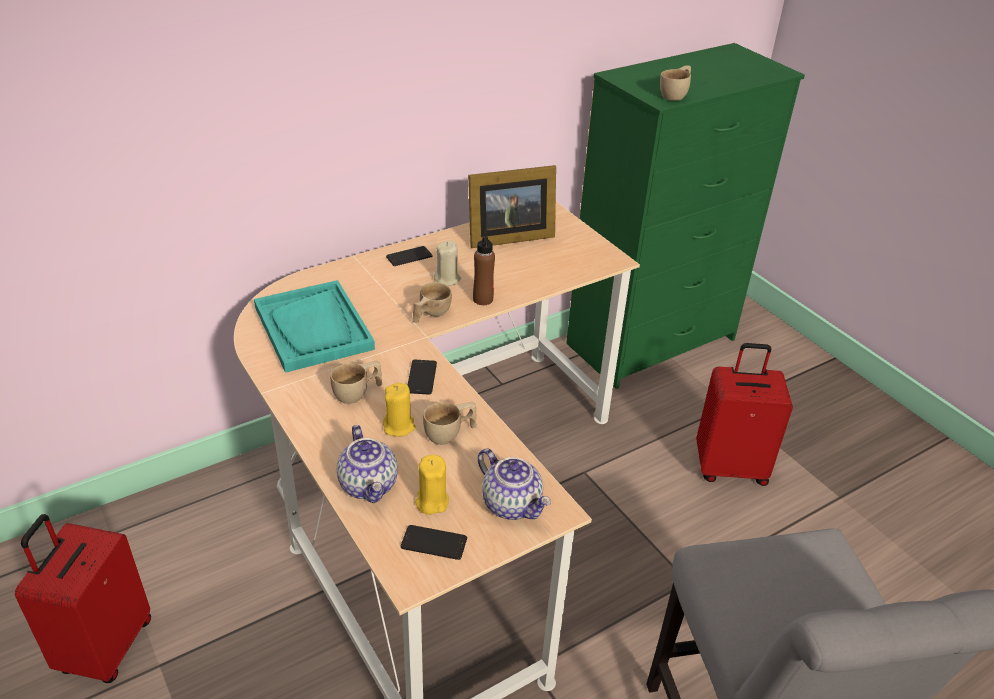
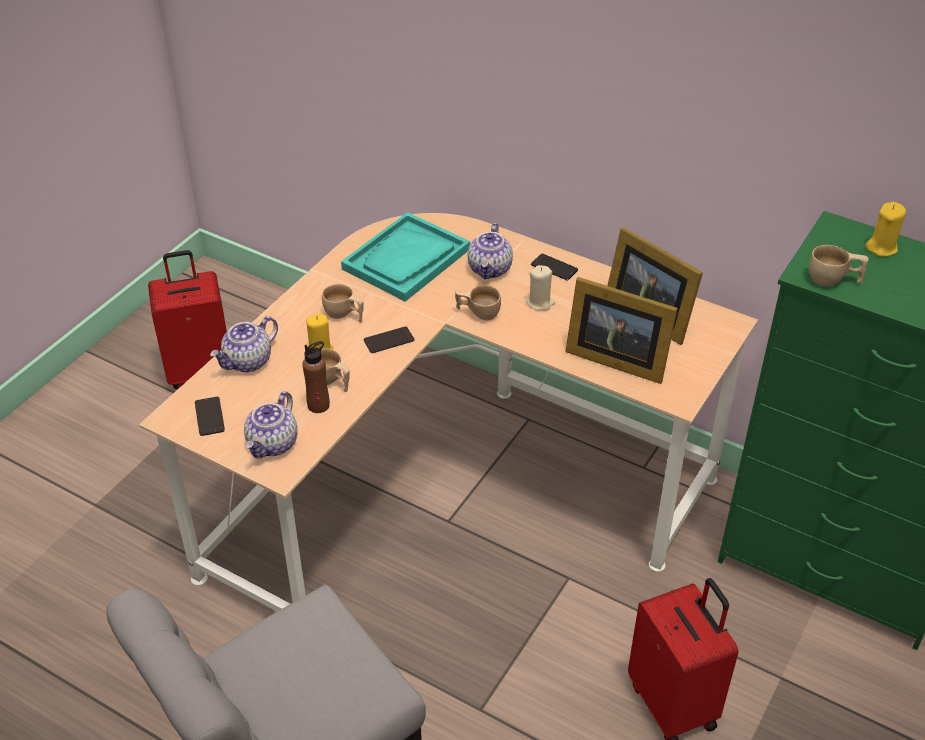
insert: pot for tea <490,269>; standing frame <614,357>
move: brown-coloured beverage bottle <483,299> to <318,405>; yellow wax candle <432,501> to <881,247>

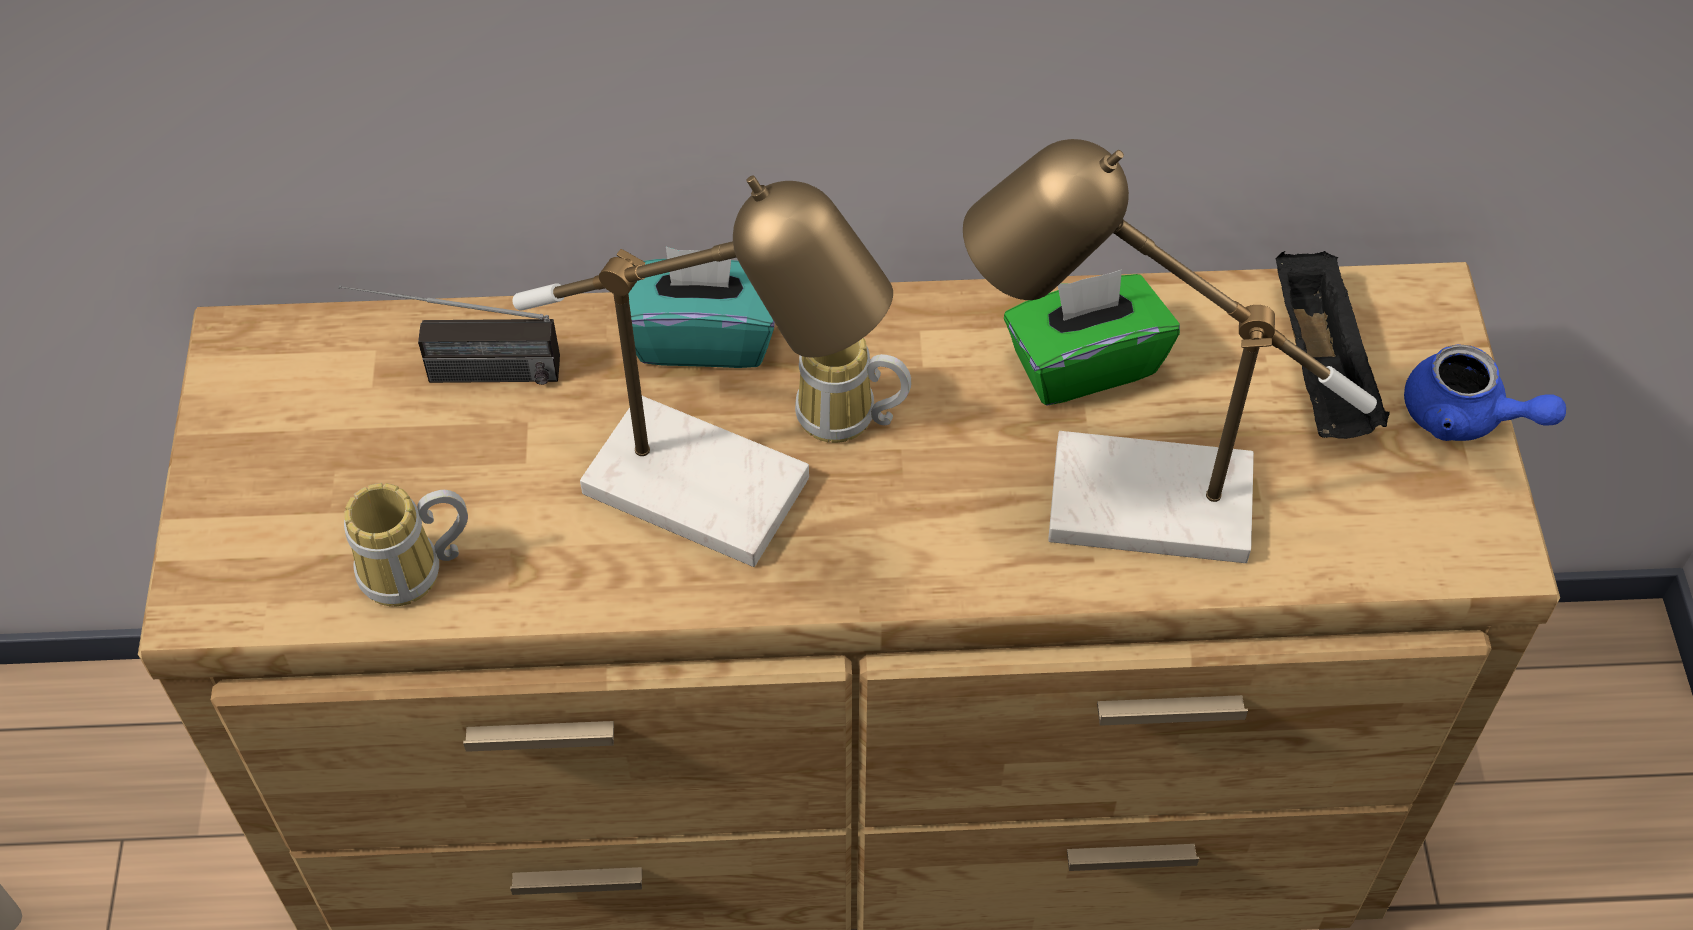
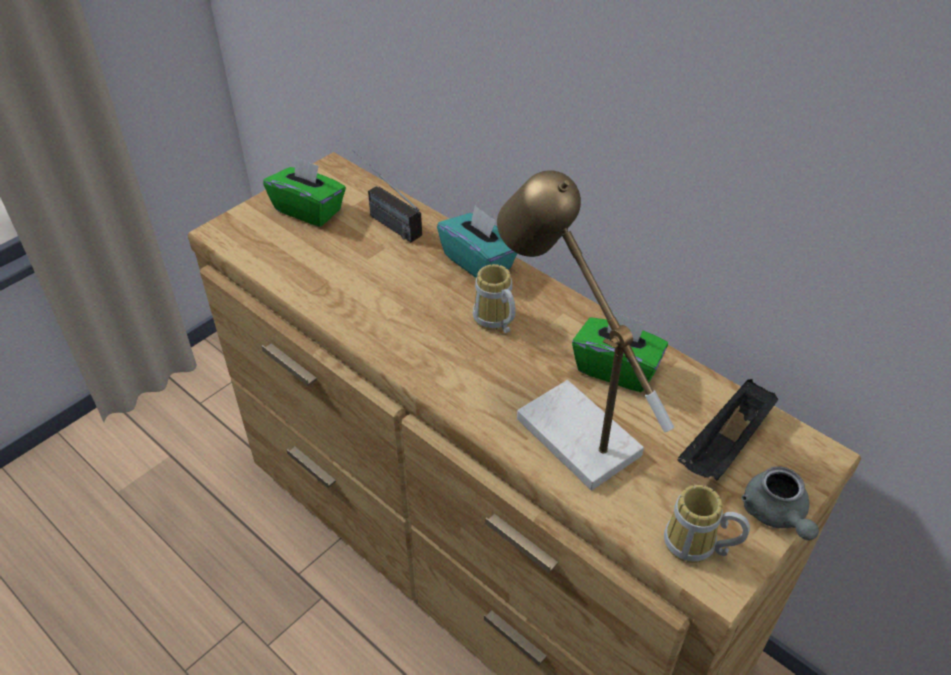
delete: lamp for a table <725,494>
insert: green-coloured tissue box <309,210>
move: coffee mug <413,574> to <695,548>
recolor: blue-coloured pot for tea <1465,417> to gray pot for tea <776,515>

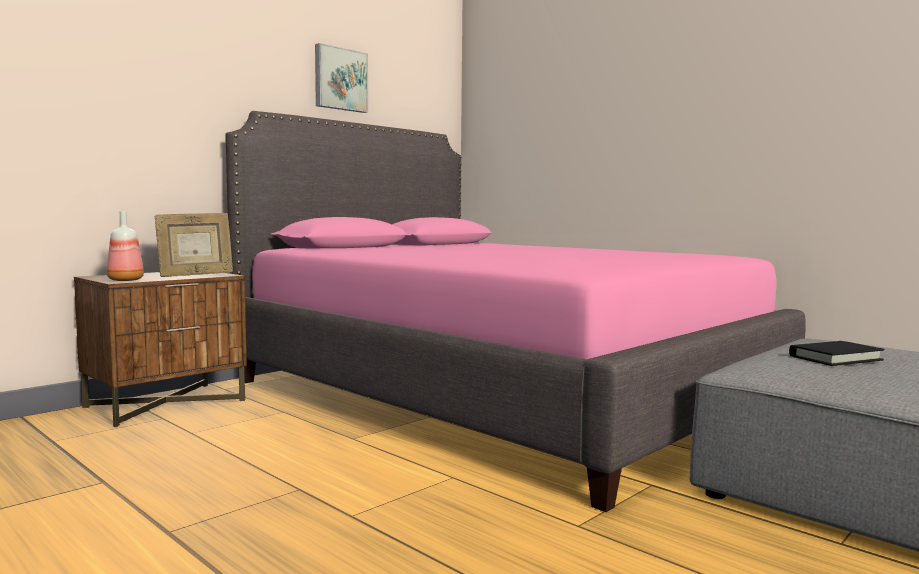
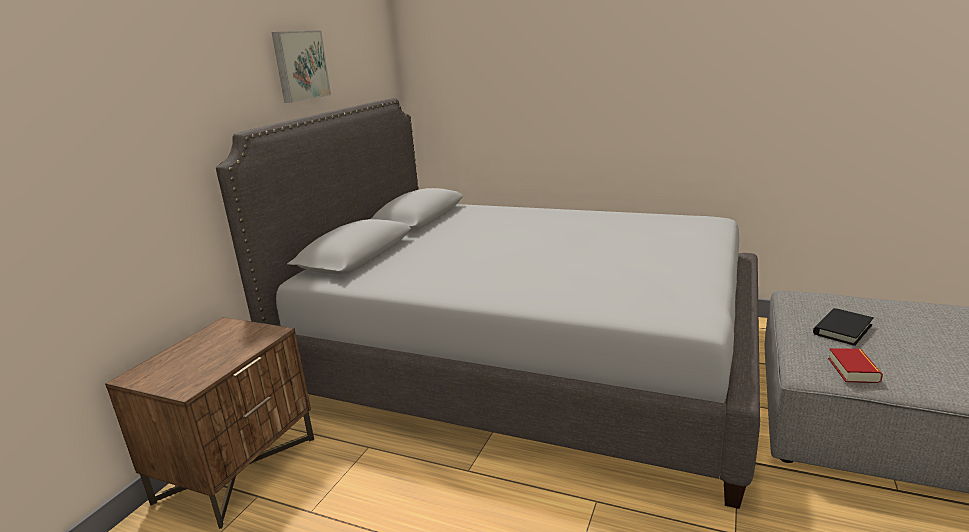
delete: beverage bottle <124,280>; standing frame <195,275>
insert: volume <853,370>
recolor: pinkish sleeping bed <497,393> to gray sleeping bed <527,362>

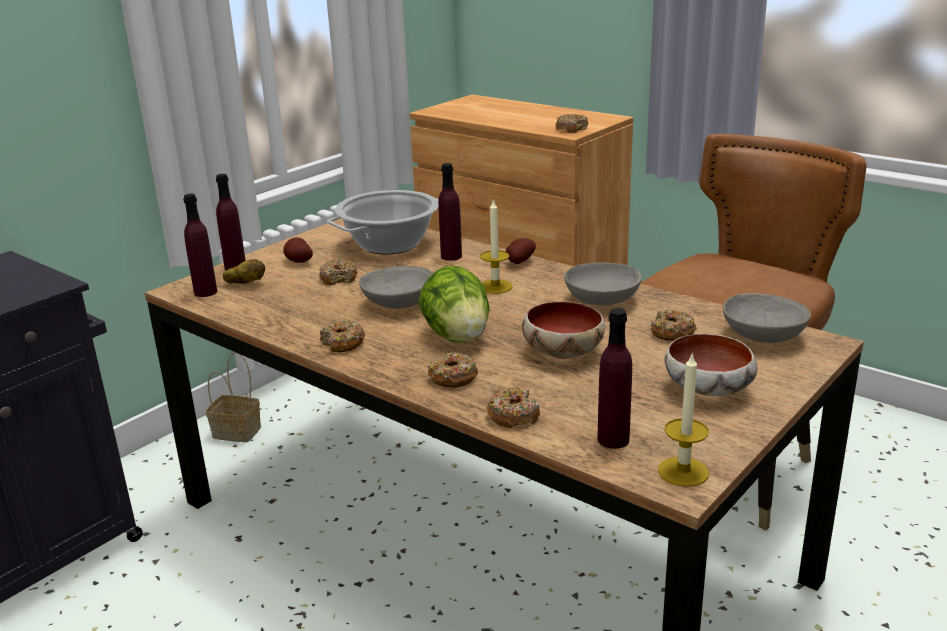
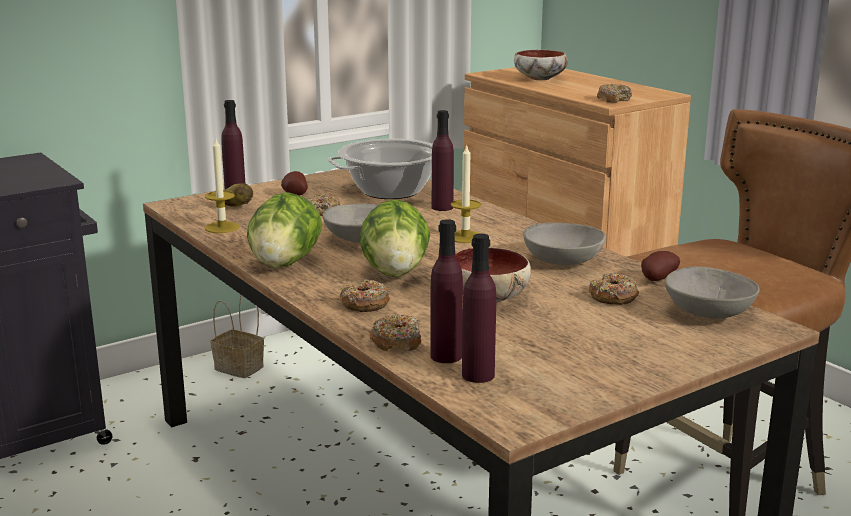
move: purple beverage bottle <205,292> to <446,356>; spud <519,262> to <656,280>; deep dish <709,390> to <540,79>; wax candle <683,471> to <222,227>
replace: donut <343,343> to head of lettuce <285,264>

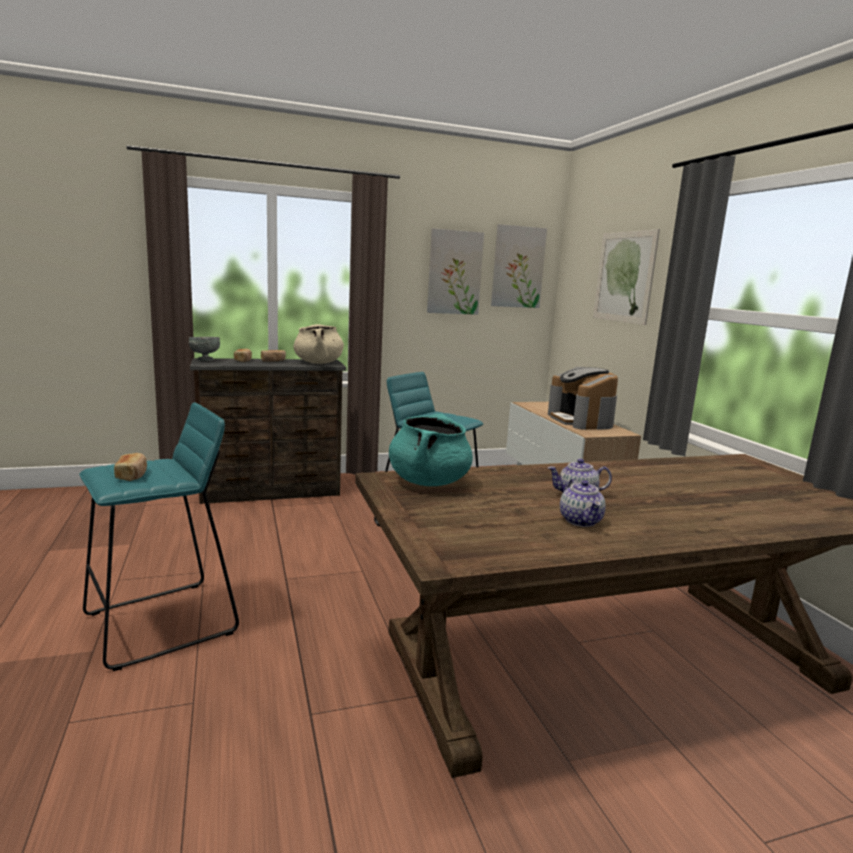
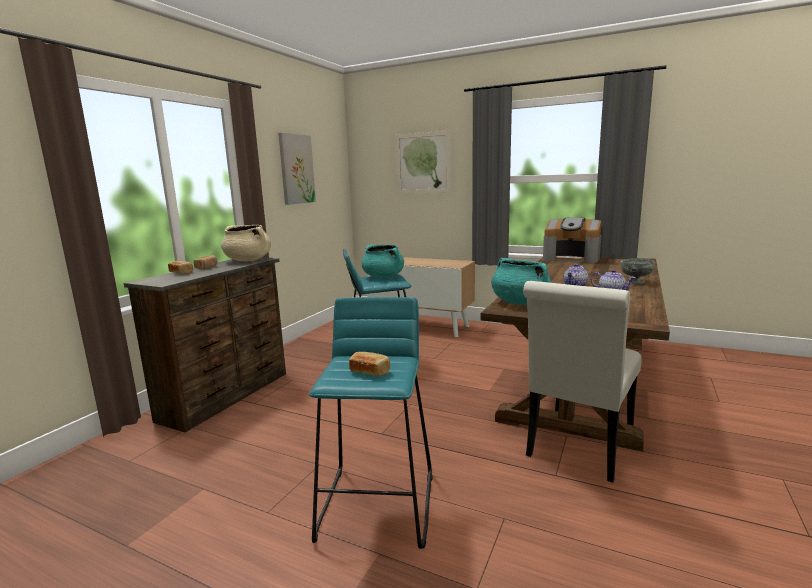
delete: wall picture <517,267>
insert: turquoise stockpot <383,277>; white chair <578,447>
move: gray deep dish <204,359> to <636,282>; coffee machine <581,420> to <571,258>

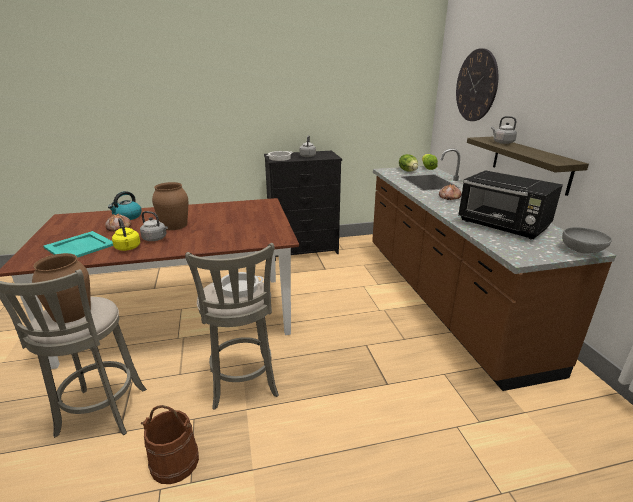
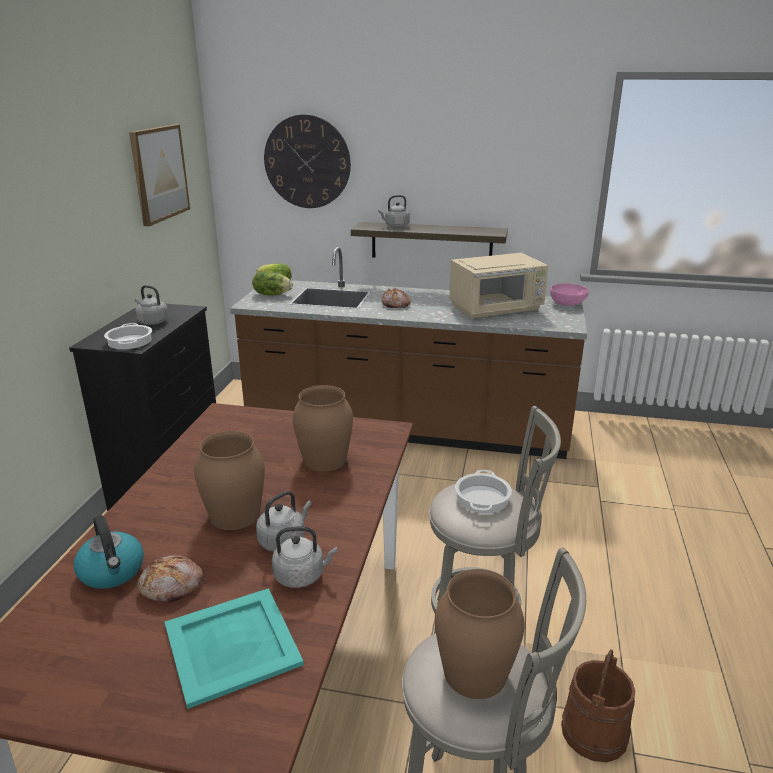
insert: wall picture <159,173>; brown-coloured decorative vase <324,459>
recolor: black-coloured microwave oven <503,226> to sand-coloured microwave oven <497,309>; yellow kettle <128,248> to gray kettle <302,576>; gray deep dish <582,250> to pinkish deep dish <567,303>

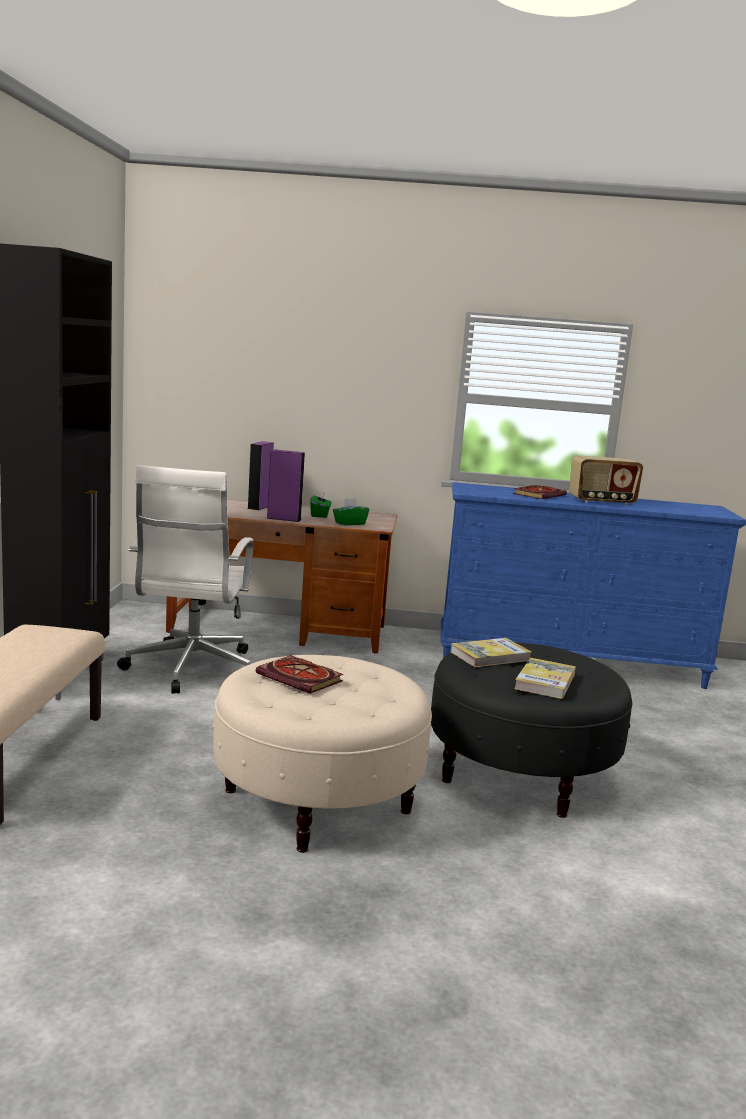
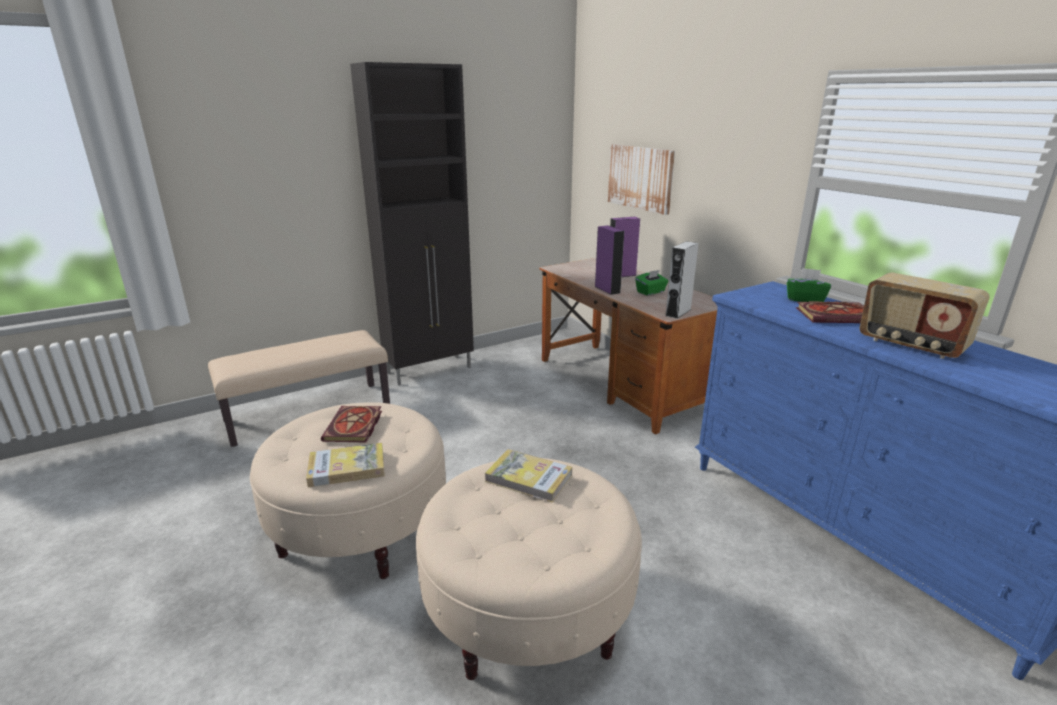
delete: white office chair <190,669>
insert: wall picture <640,178>; gray loudspeaker <678,312>
move: green-coloured tissue box <349,523> to <805,299>; volume <545,682> to <347,468>
recolor: black-coloured footrest <520,774> to sand-coloured footrest <528,610>

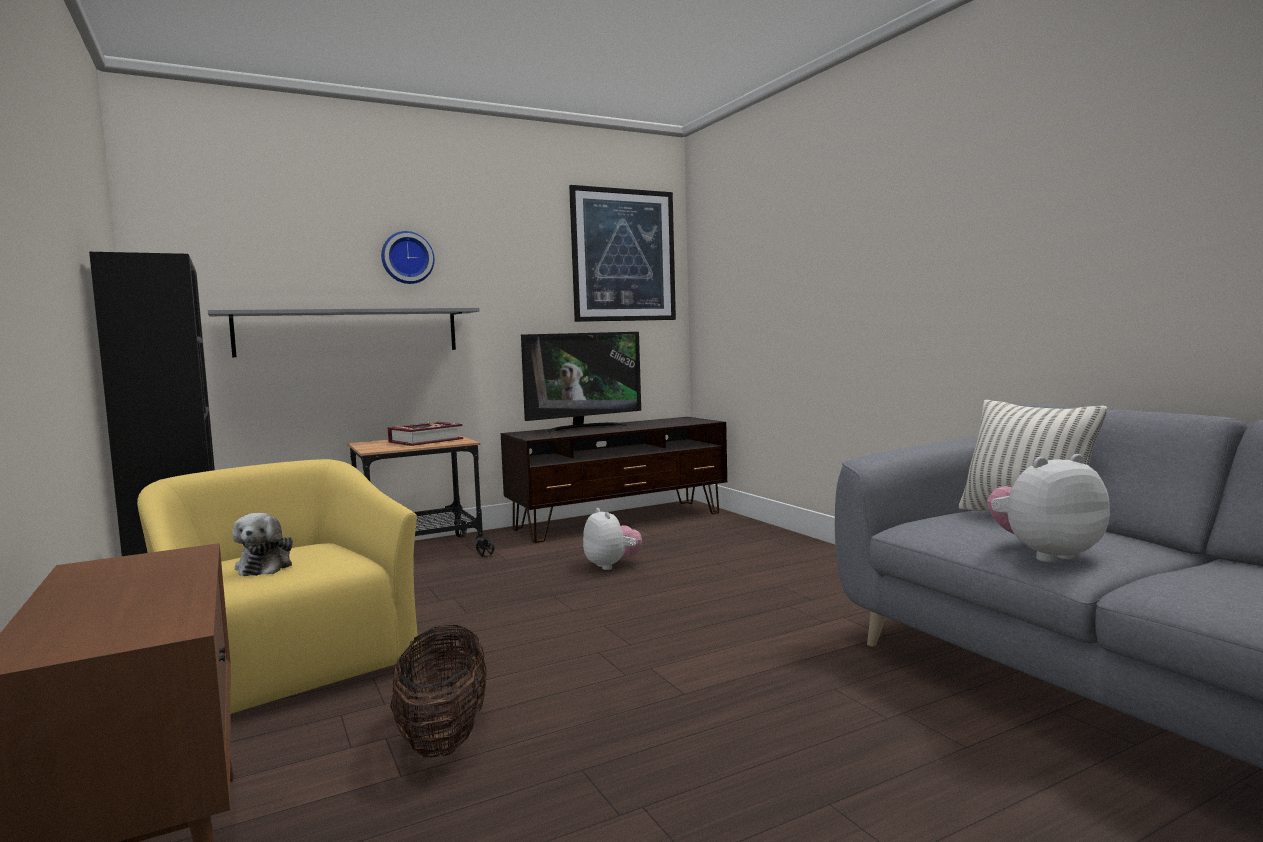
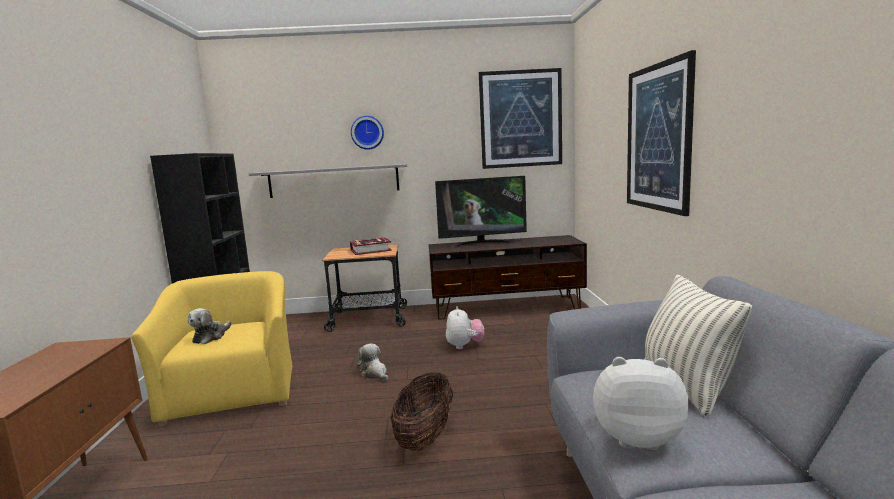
insert: wall picture <658,138>; cuddly toy <374,374>
move: storage basket <444,736> to <425,437>

